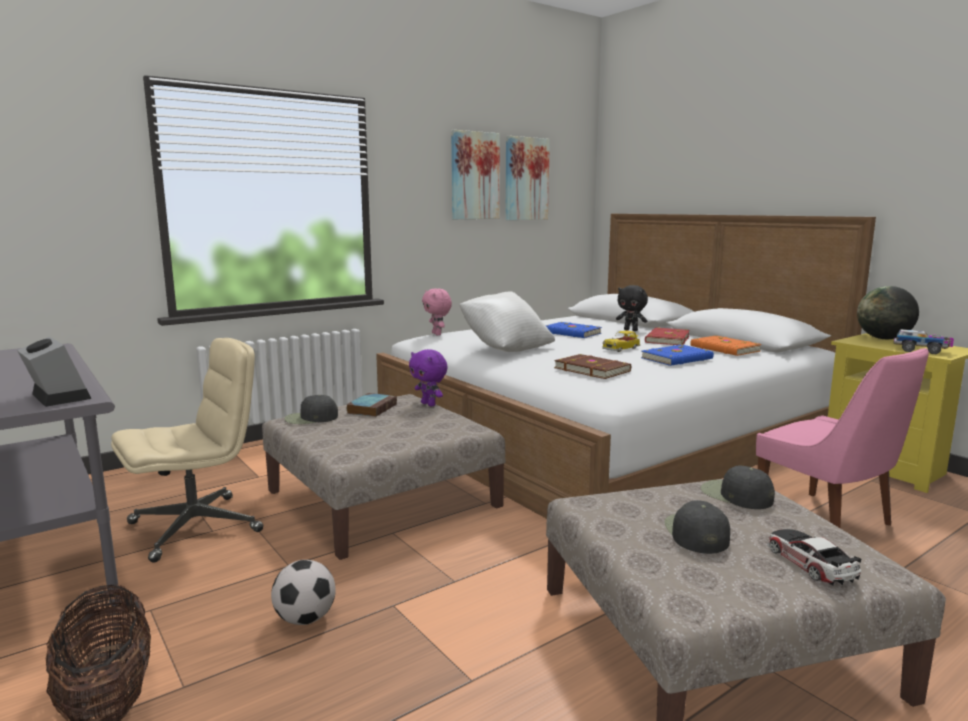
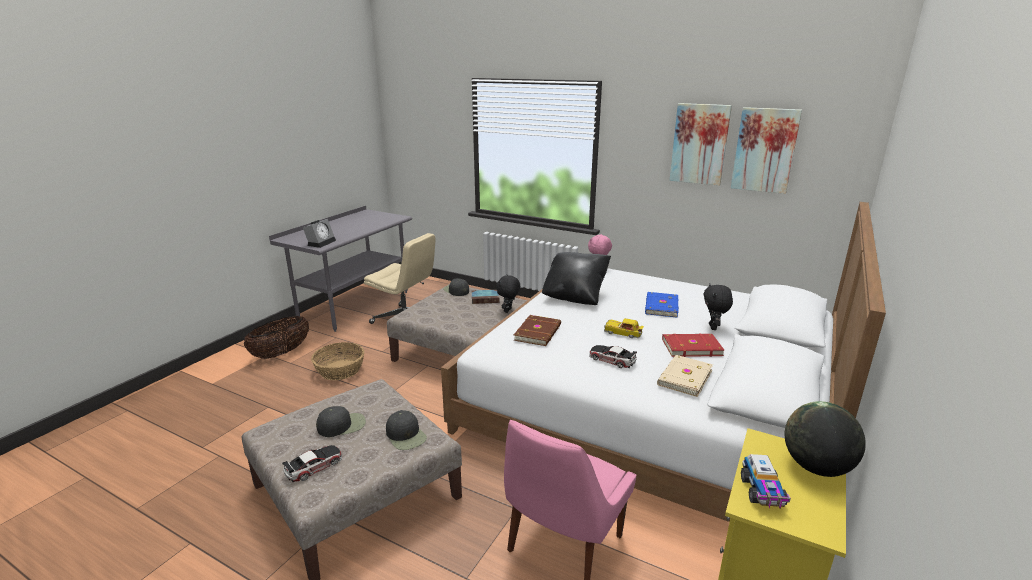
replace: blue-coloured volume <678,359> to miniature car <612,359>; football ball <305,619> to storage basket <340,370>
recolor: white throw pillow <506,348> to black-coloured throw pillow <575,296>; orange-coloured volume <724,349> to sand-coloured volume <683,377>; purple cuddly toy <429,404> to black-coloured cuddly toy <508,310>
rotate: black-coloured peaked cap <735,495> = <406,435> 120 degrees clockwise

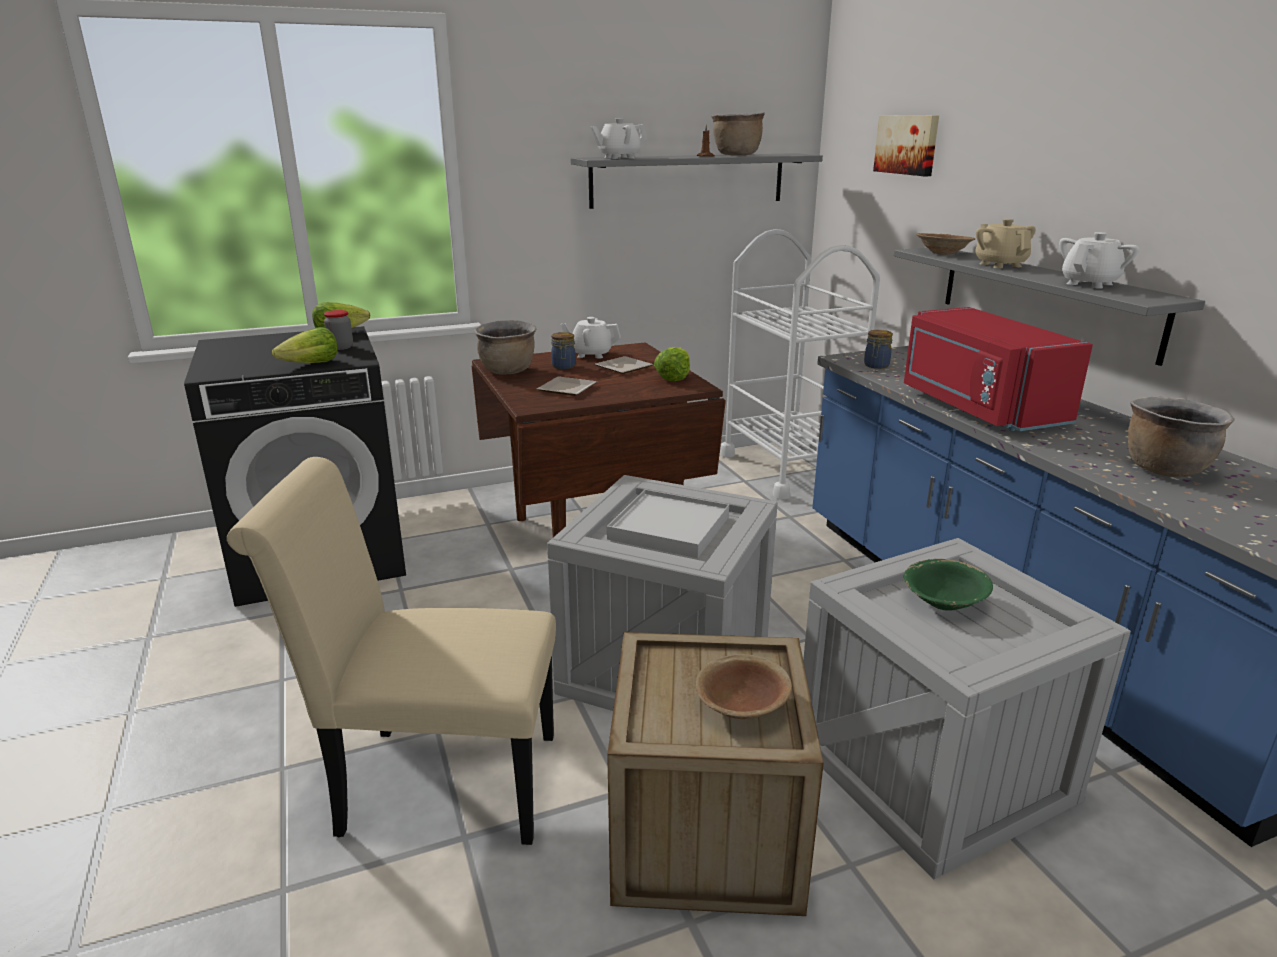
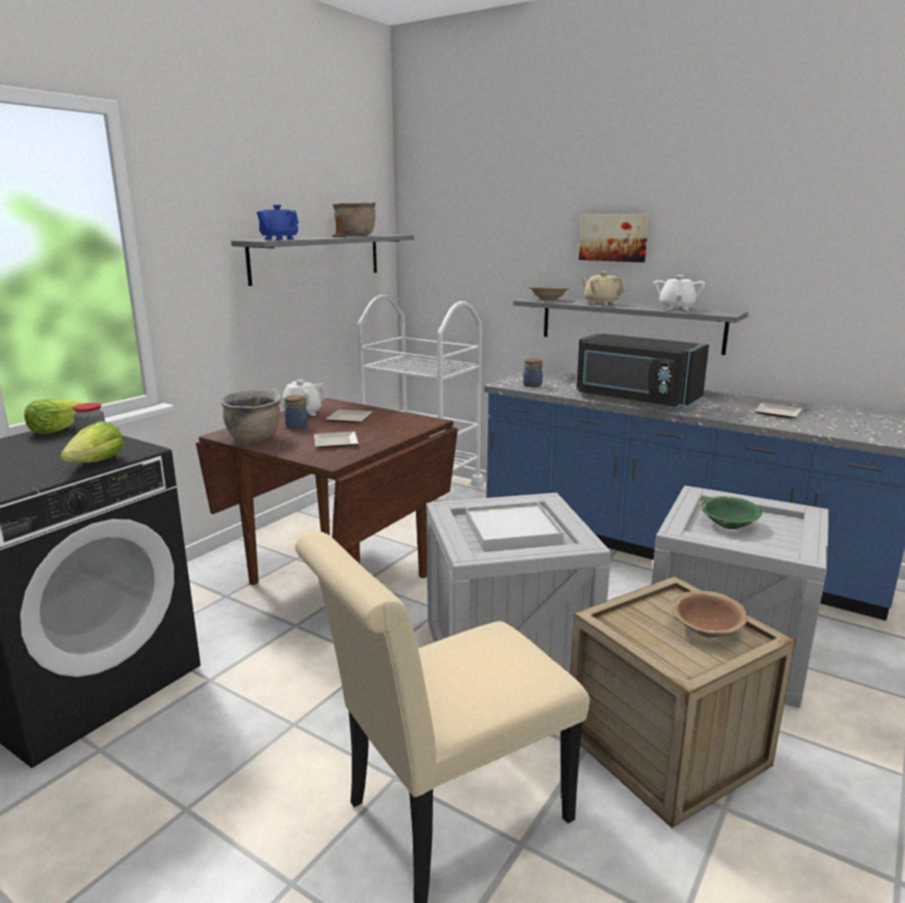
delete: head of lettuce <673,377>
move: wall picture <907,144> to <613,237>
replace: brown-coloured stockpot <1164,469> to dinner plate <776,413>
recolor: white pot for tea <619,158> to blue-coloured pot for tea <279,239>; red-coloured microwave oven <977,407> to black-coloured microwave oven <635,399>

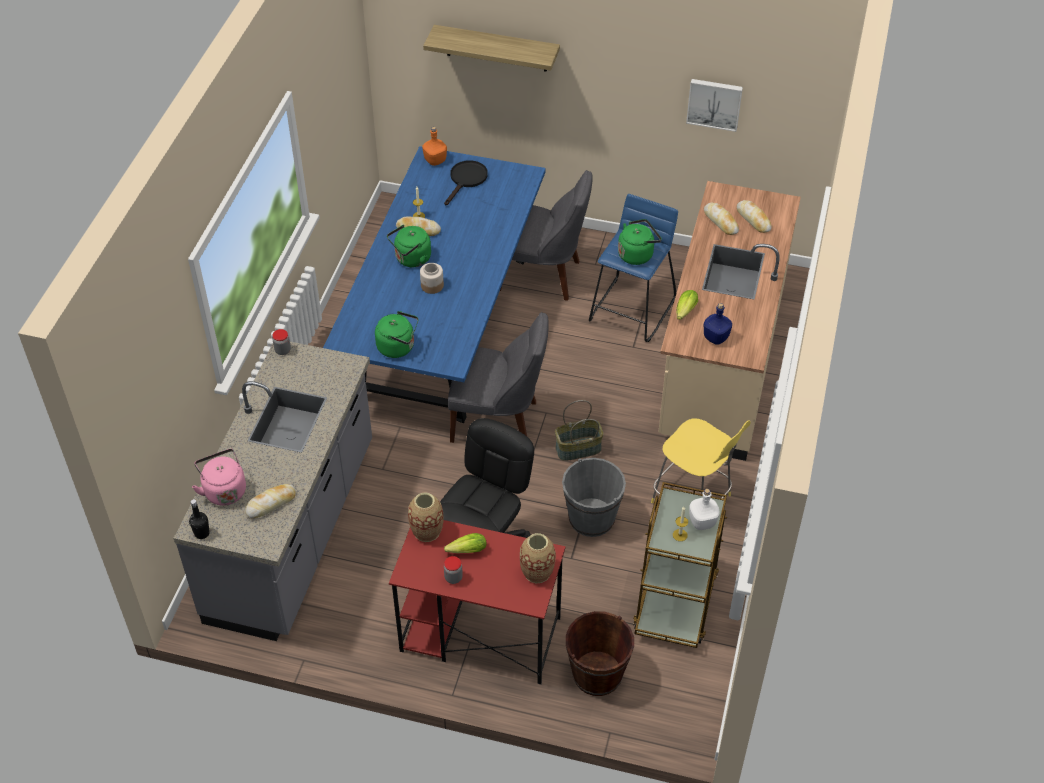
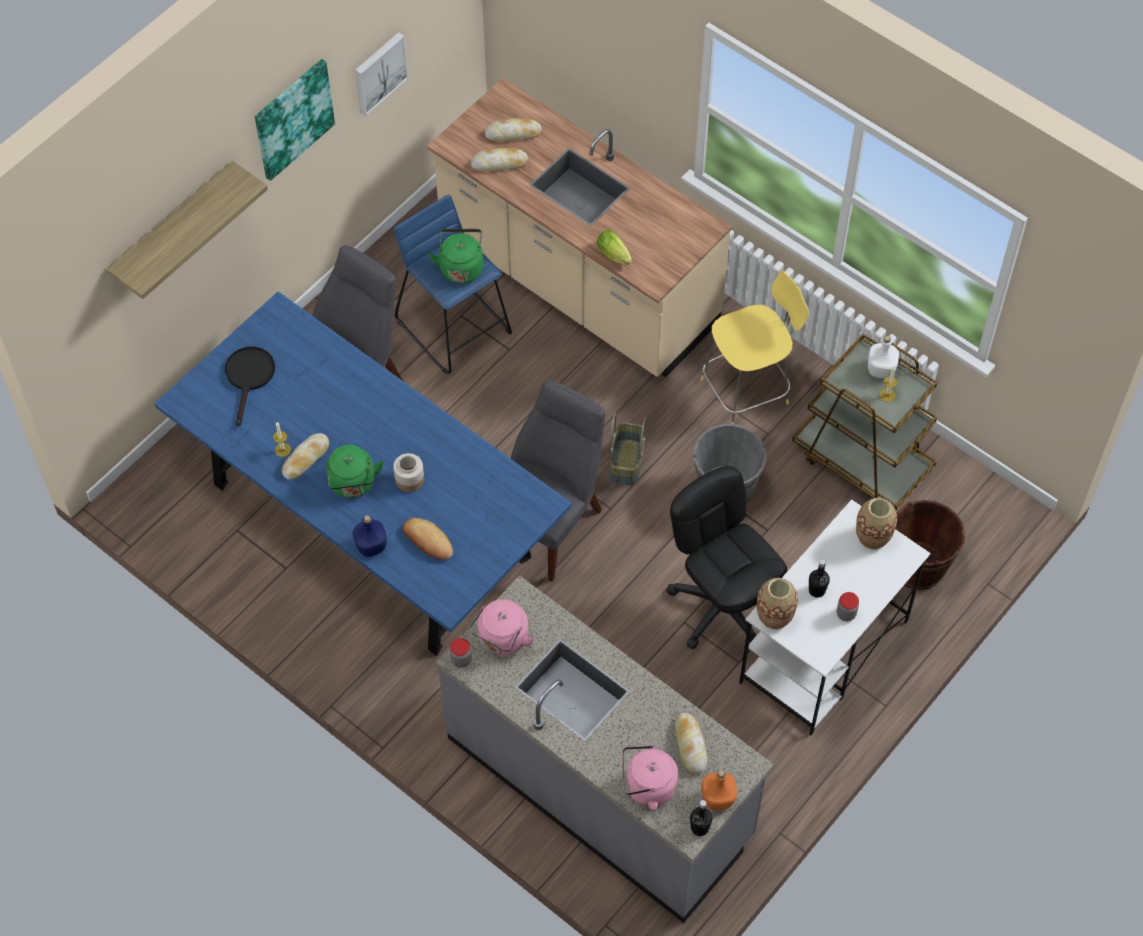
delete: green-coloured kettle <398,347>
insert: wall picture <293,118>; baked bread <428,541>; pinkish kettle <502,640>
move: orange-coloured beverage bottle <435,161> to <718,798>; blue-coloured beverage bottle <715,337> to <370,546>
replace: head of lettuce <465,551> to black-coloured beverage bottle <816,590>
recolor: red-coloured desk <479,634> to white desk <823,652>
rotate: black-coloured skillet <466,180> = <249,377> 45 degrees clockwise

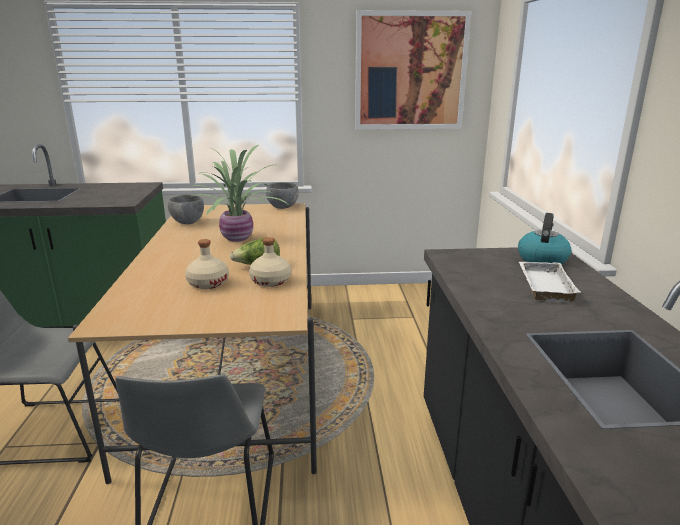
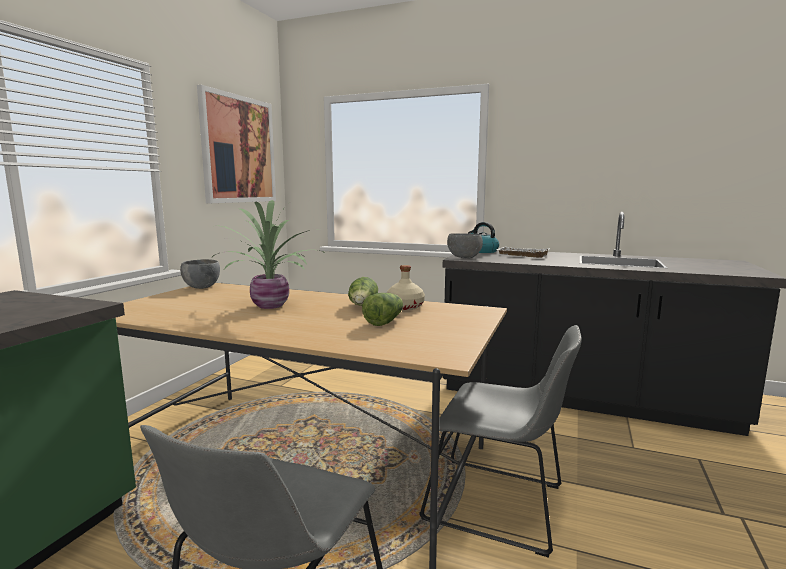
move: gray deep dish <187,222> to <464,258>
replace: sand-coloured beverage bottle <208,283> to head of lettuce <384,321>

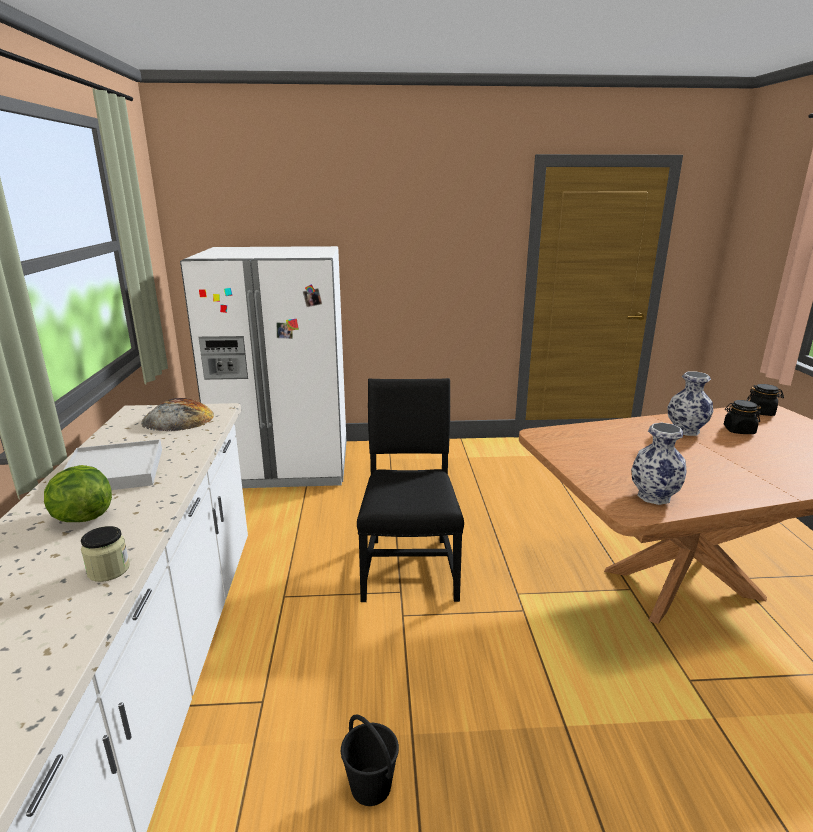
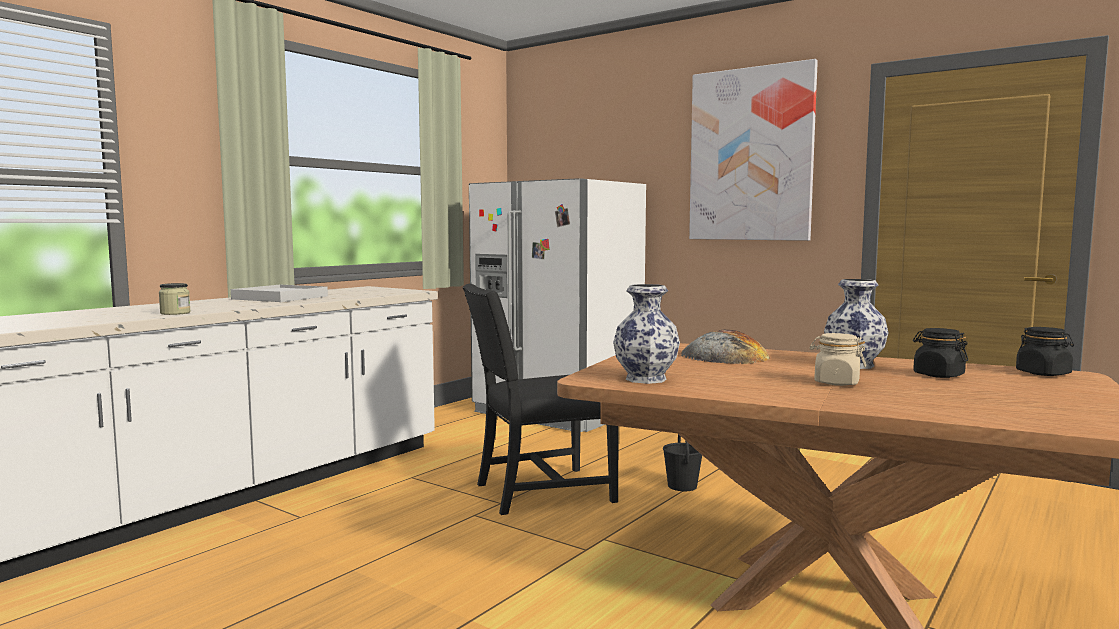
delete: head of lettuce <82,517>
insert: wall picture <751,155>; sand-coloured jar <836,383>
move: baked bread <178,419> to <724,356>; black-coloured pail <370,786> to <682,486>
rotate: black-coloured chair <409,566> = <539,492> 150 degrees counterclockwise

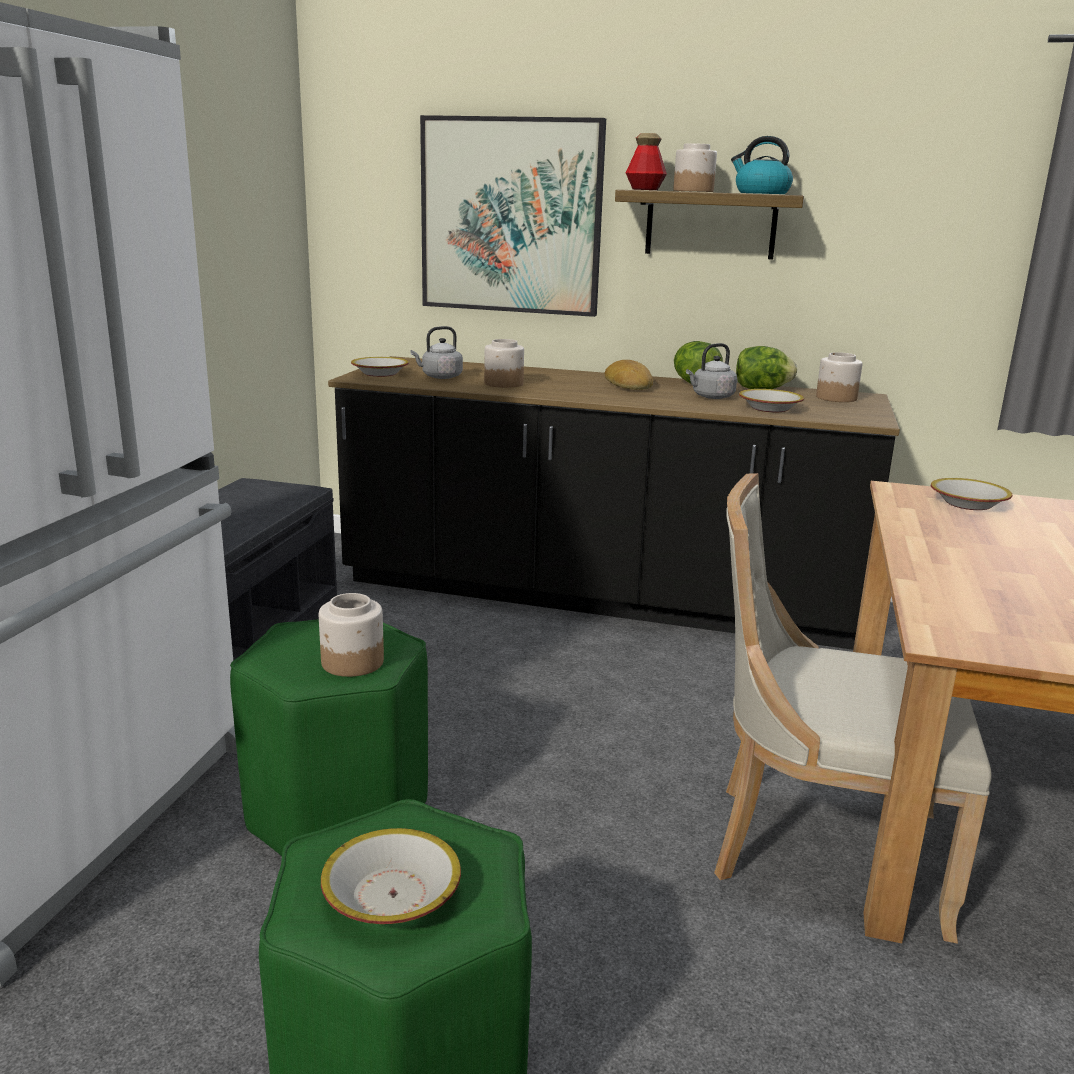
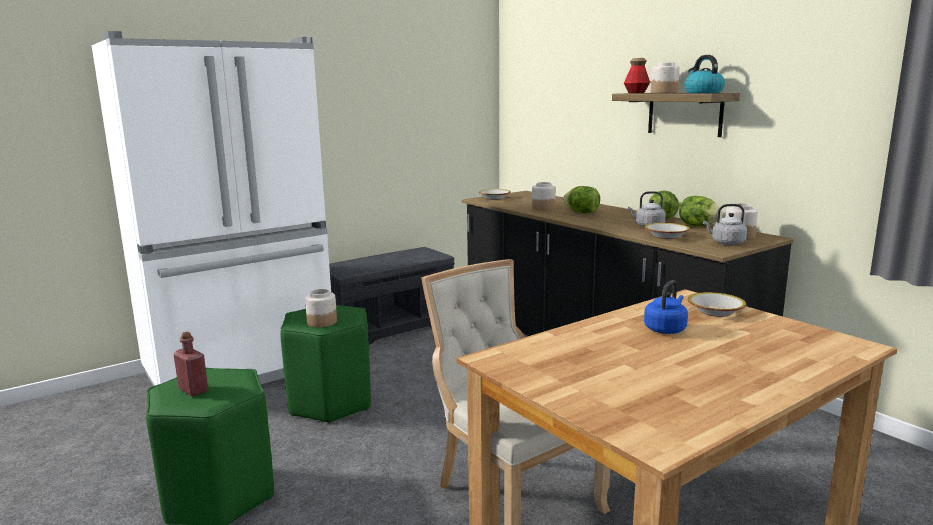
delete: wall picture <511,216>; baked bread <630,384>
insert: head of lettuce <582,213>; blue-coloured kettle <666,329>
move: gray kettle <440,377> to <726,243>
replace: deep dish <392,896> to red-coloured beverage bottle <193,390>

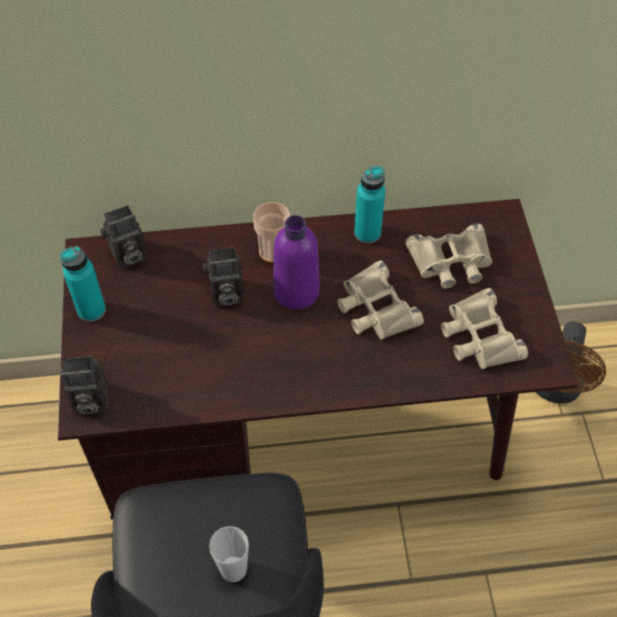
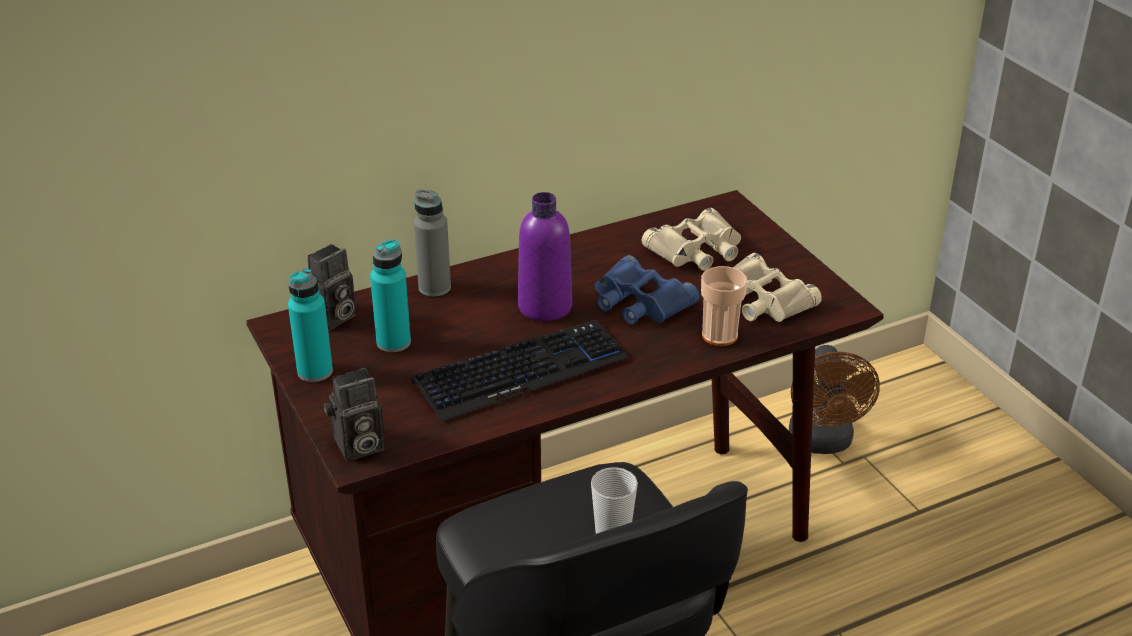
delete: still camera <225,295>
insert: gray beverage bottle <434,287>; PC keyboard <520,371>
move: turquoise beverage bottle <367,233> to <393,342>; small cup <273,251> to <719,335>
recolor: sand-coloured binoculars <375,308> to blue-coloured binoculars <639,302>

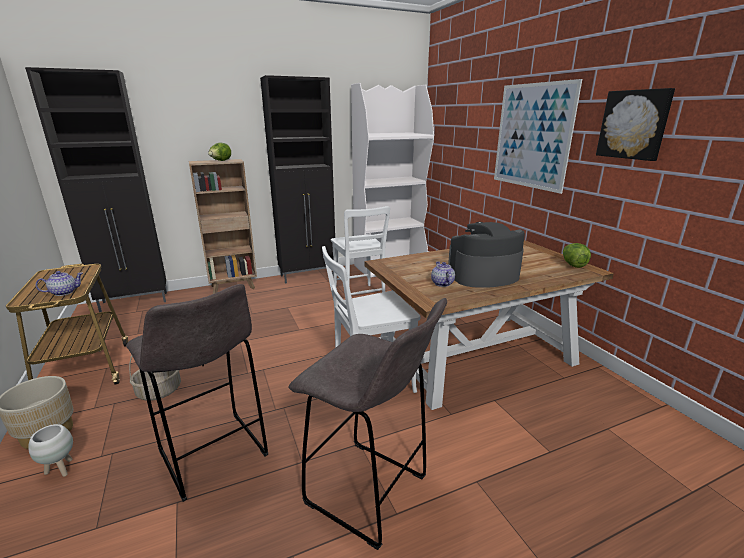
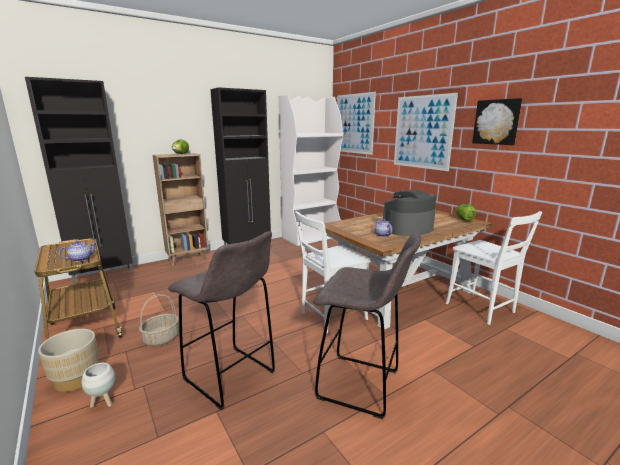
insert: wall picture <354,123>
move: white chair <359,297> to <483,309>

